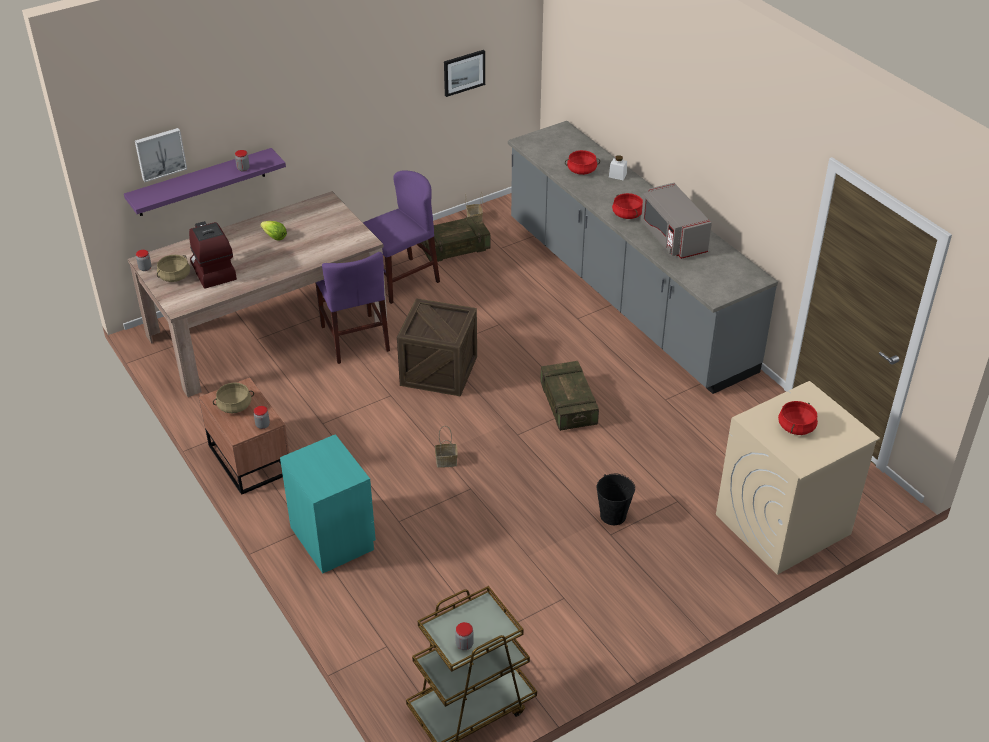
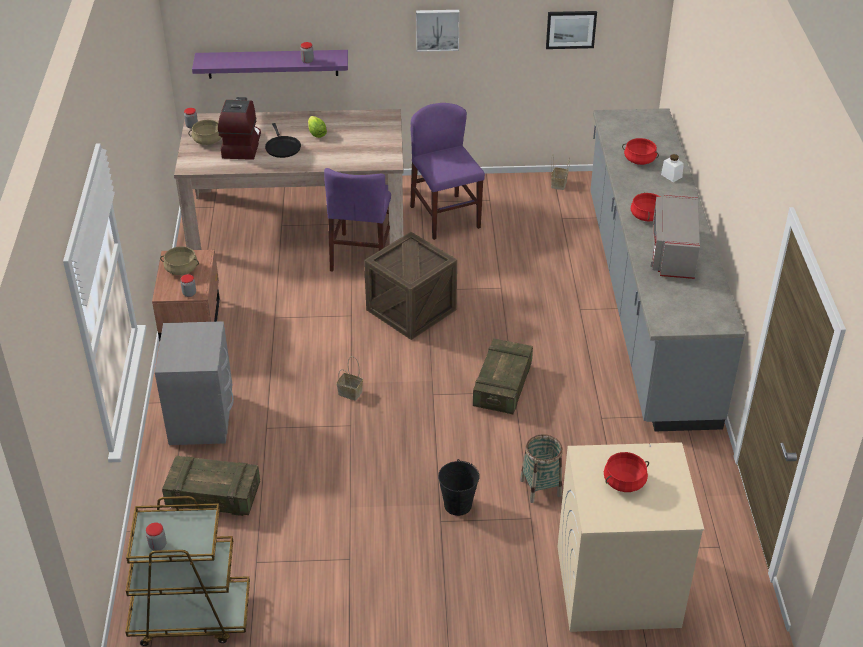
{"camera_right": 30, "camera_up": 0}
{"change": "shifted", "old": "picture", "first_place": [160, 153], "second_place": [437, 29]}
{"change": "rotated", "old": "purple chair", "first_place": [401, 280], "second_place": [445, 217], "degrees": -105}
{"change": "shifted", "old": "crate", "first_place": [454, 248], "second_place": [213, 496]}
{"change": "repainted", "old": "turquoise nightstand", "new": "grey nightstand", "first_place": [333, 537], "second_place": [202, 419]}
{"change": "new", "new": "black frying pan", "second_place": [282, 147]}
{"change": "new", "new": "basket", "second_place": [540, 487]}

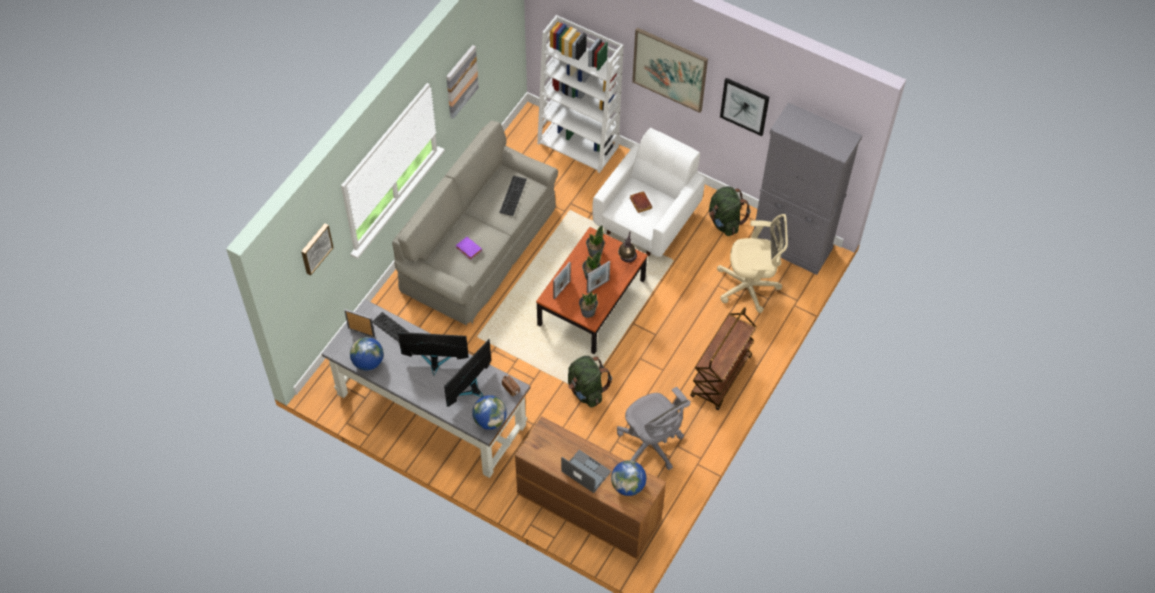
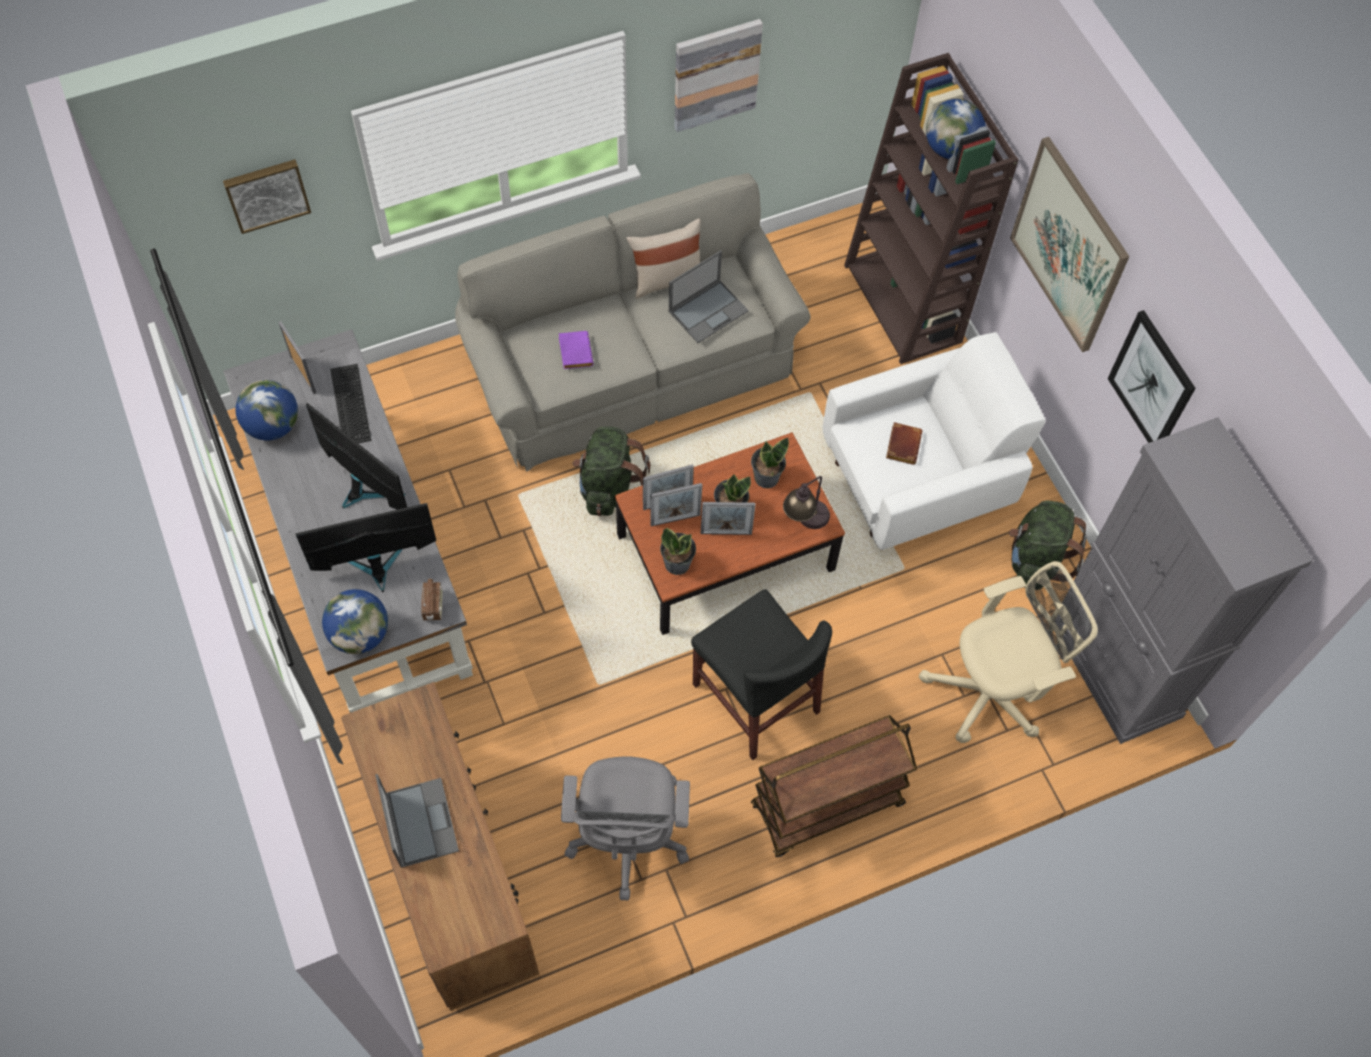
{"camera_right": 35, "camera_up": 5}
{"change": "repainted", "old": "white bookcase", "new": "brown bookcase", "first_place": [579, 145], "second_place": [904, 304]}
{"change": "swapped", "old": "keyboard", "new": "laptop", "first_place": [512, 195], "second_place": [708, 311]}
{"change": "rotated", "old": "beige office chair", "first_place": [750, 287], "second_place": [992, 691], "degrees": -60}
{"change": "shifted", "old": "green backpack", "first_place": [586, 390], "second_place": [609, 487]}
{"change": "shifted", "old": "globe", "first_place": [628, 485], "second_place": [950, 149]}
{"change": "new", "new": "beige pillow", "second_place": [666, 279]}
{"change": "new", "new": "picture frame", "second_place": [675, 519]}
{"change": "new", "new": "black chair", "second_place": [755, 698]}

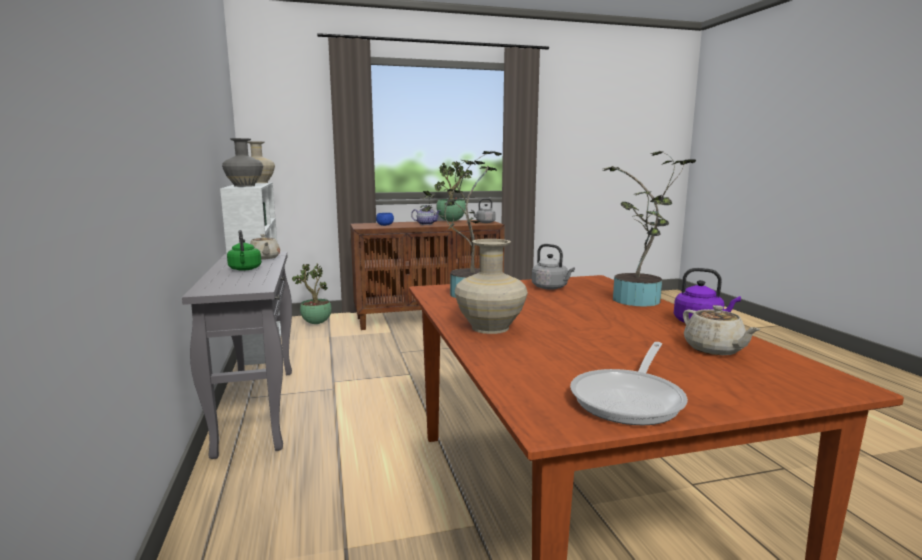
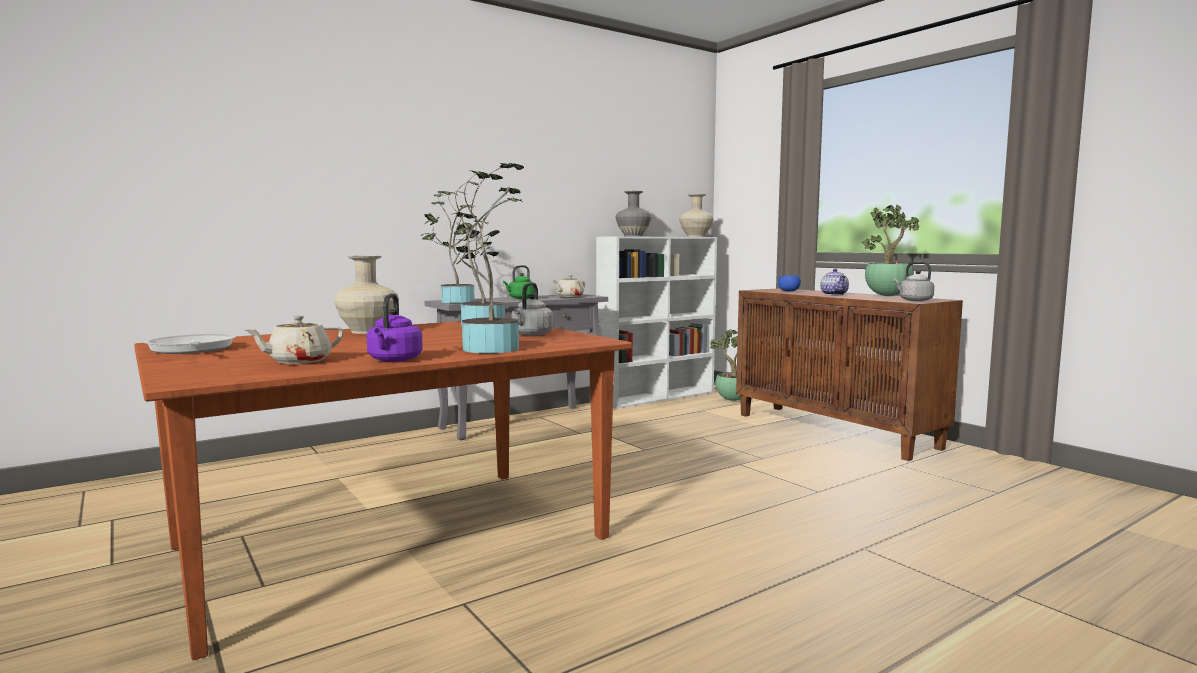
{"camera_right": 70, "camera_up": -5}
{"change": "rotated", "old": "frying pan", "first_place": [630, 399], "second_place": [191, 350], "degrees": 45}
{"change": "new", "new": "potted plant", "second_place": [459, 301]}

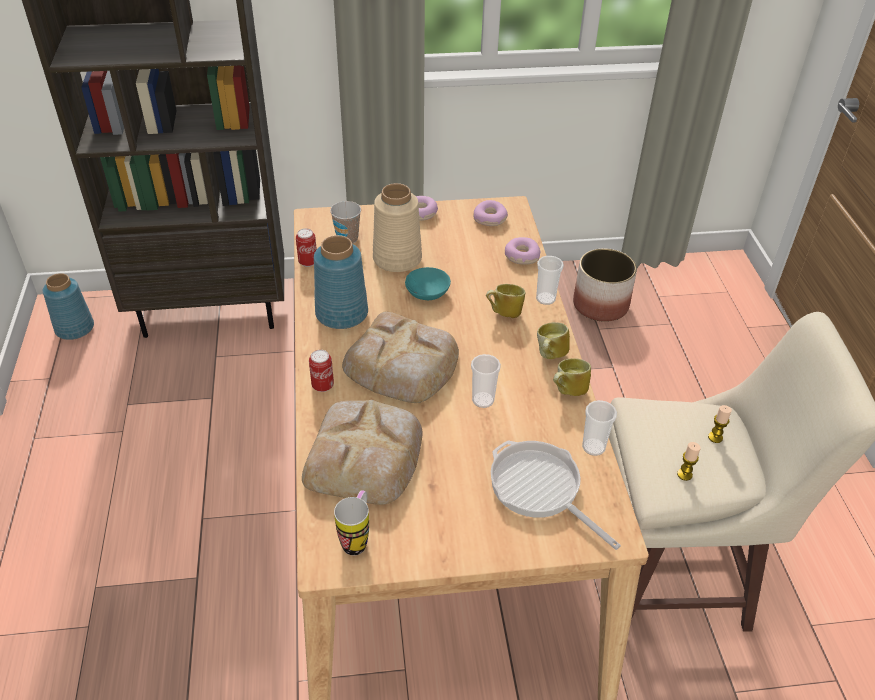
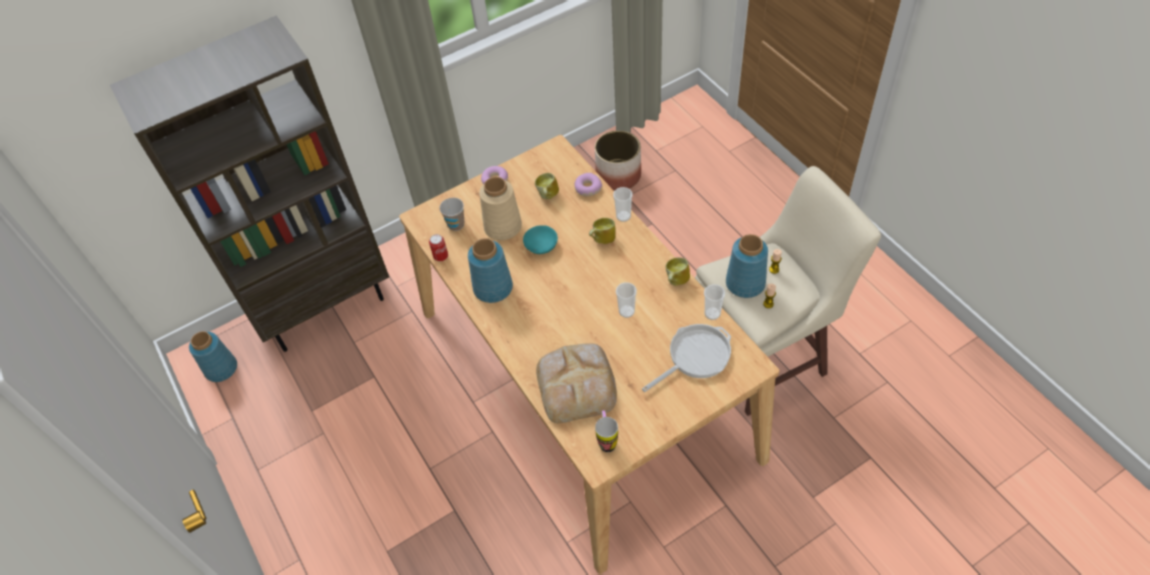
{"camera_right": -20, "camera_up": 10}
{"change": "gone", "old": "donut", "first_place": [490, 218]}
{"change": "gone", "old": "bread", "first_place": [402, 365]}
{"change": "shifted", "old": "mug", "first_place": [549, 355], "second_place": [547, 196]}
{"change": "gone", "old": "can", "first_place": [322, 386]}
{"change": "rotated", "old": "frying pan", "first_place": [539, 488], "second_place": [695, 356], "degrees": 120}
{"change": "new", "new": "blue vase", "second_place": [745, 282]}

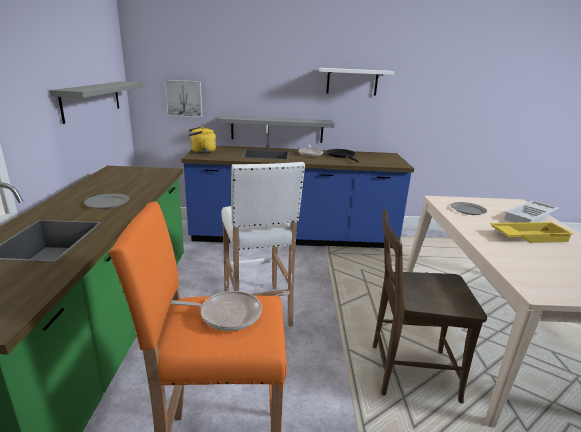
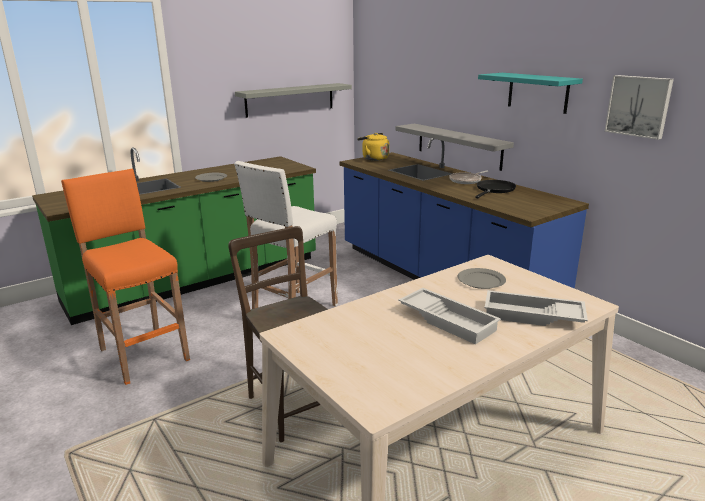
{"camera_right": 55, "camera_up": 0}
{"change": "repainted", "old": "white shelf", "new": "turquoise shelf", "first_place": [352, 81], "second_place": [538, 92]}
{"change": "shifted", "old": "picture", "first_place": [184, 98], "second_place": [639, 106]}
{"change": "repainted", "old": "yellow tray", "new": "white tray", "first_place": [528, 236], "second_place": [448, 320]}
{"change": "gone", "old": "frying pan", "first_place": [227, 314]}

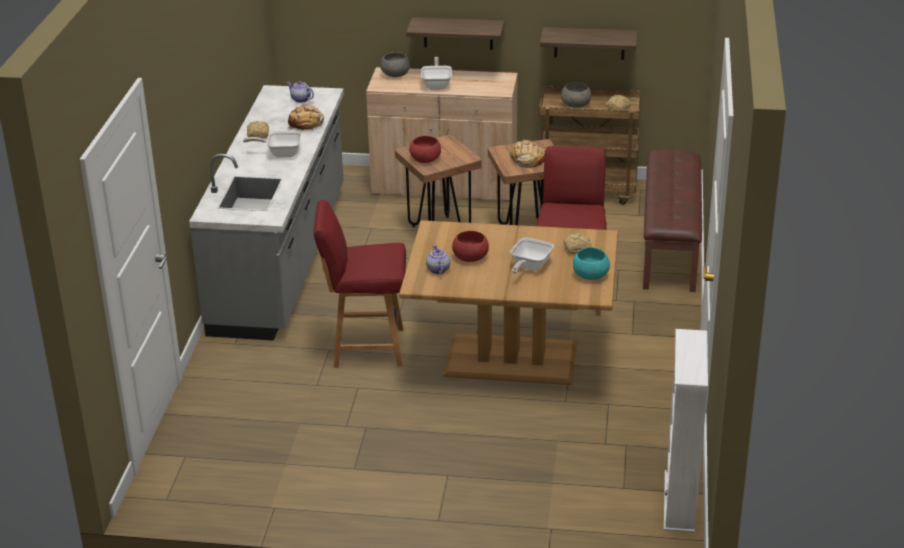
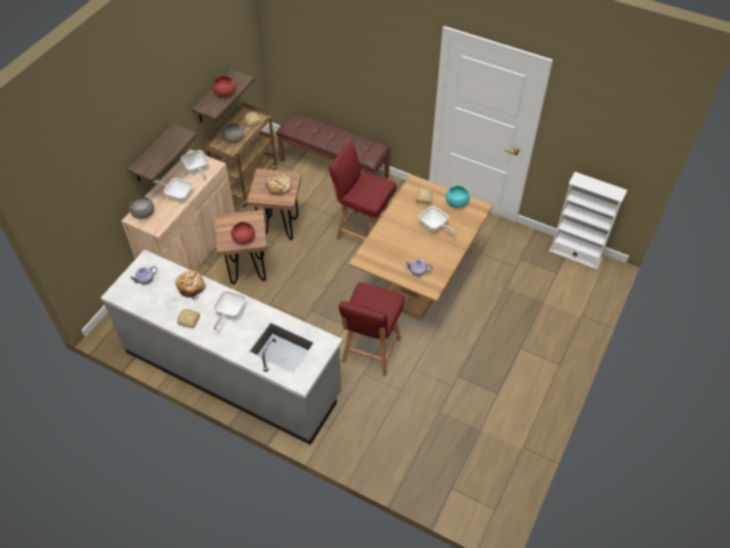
{"camera_right": -70, "camera_up": 20}
{"change": "shifted", "old": "red bowl", "first_place": [471, 257], "second_place": [224, 93]}
{"change": "new", "new": "frying pan", "second_place": [197, 170]}

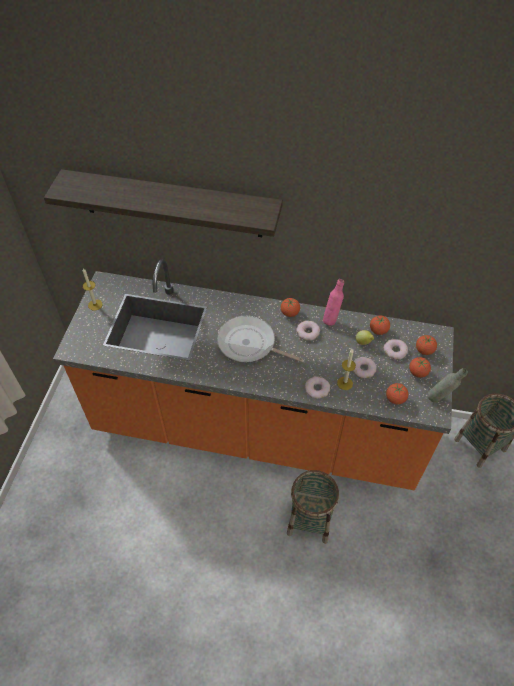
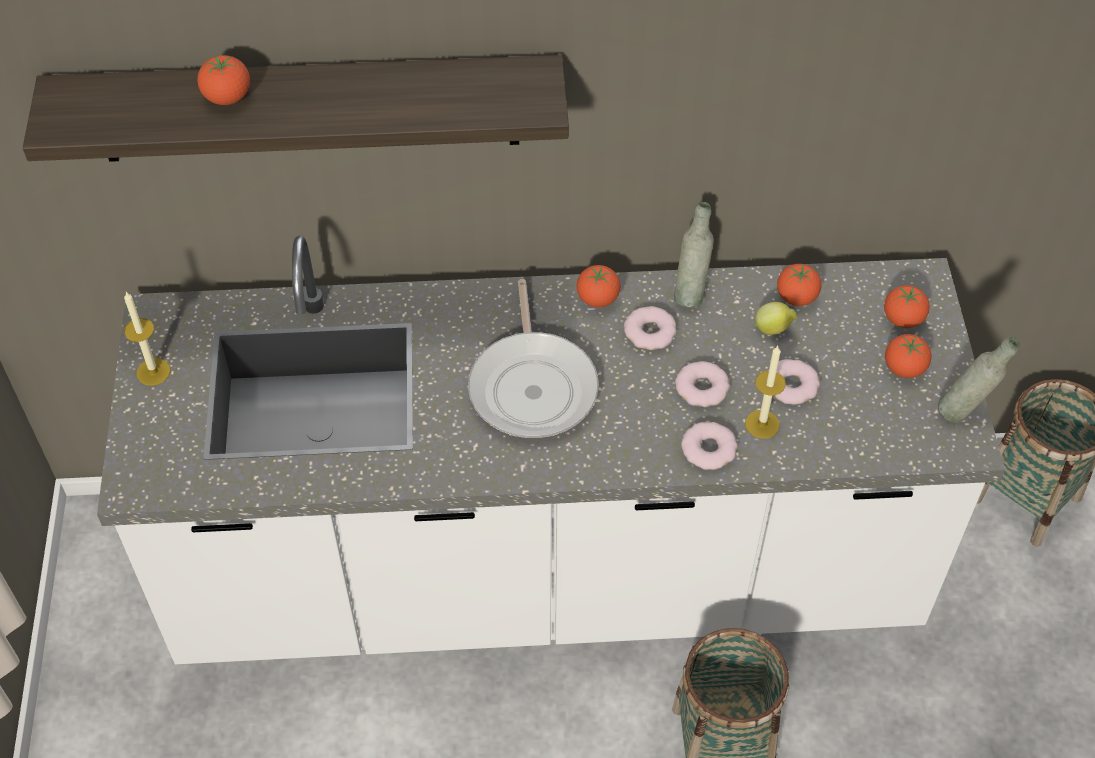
{"camera_right": -15, "camera_up": 0}
{"change": "repainted", "old": "orange counter", "new": "white counter", "first_place": [257, 429], "second_place": [547, 577]}
{"change": "repainted", "old": "pink bottle", "new": "grey bottle", "first_place": [331, 319], "second_place": [690, 293]}
{"change": "rotated", "old": "frying pan", "first_place": [249, 344], "second_place": [533, 385], "degrees": -105}
{"change": "shifted", "old": "donut", "first_place": [395, 351], "second_place": [702, 388]}
{"change": "shifted", "old": "tomato", "first_place": [395, 399], "second_place": [227, 97]}

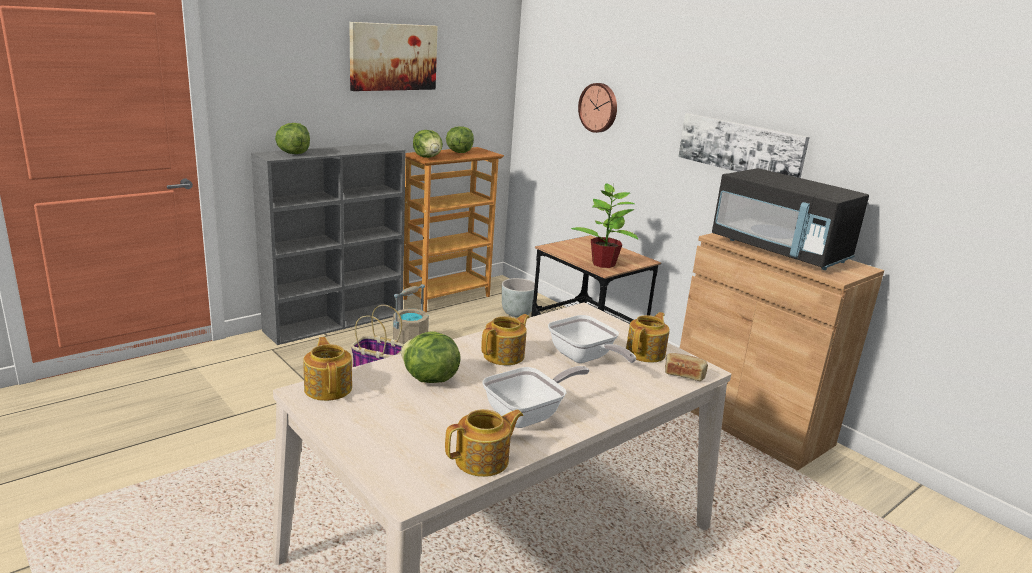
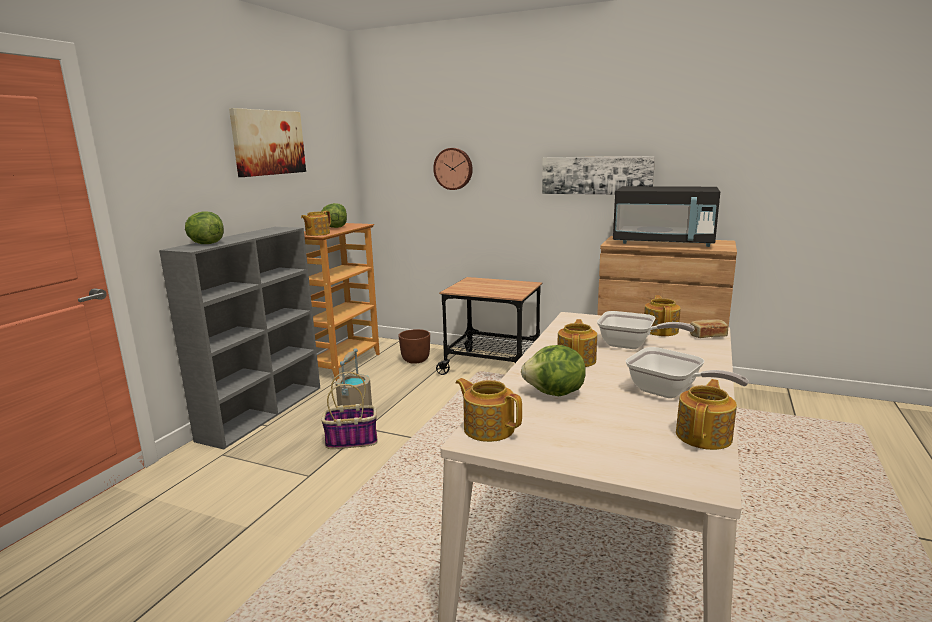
{"camera_right": -25, "camera_up": -5}
{"change": "swapped", "old": "lettuce", "new": "teapot", "first_place": [428, 157], "second_place": [317, 234]}
{"change": "gone", "old": "potted plant", "first_place": [603, 264]}
{"change": "repainted", "old": "grey planter", "new": "brown planter", "first_place": [517, 313], "second_place": [415, 360]}
{"change": "rotated", "old": "frying pan", "first_place": [529, 414], "second_place": [670, 393], "degrees": 105}

